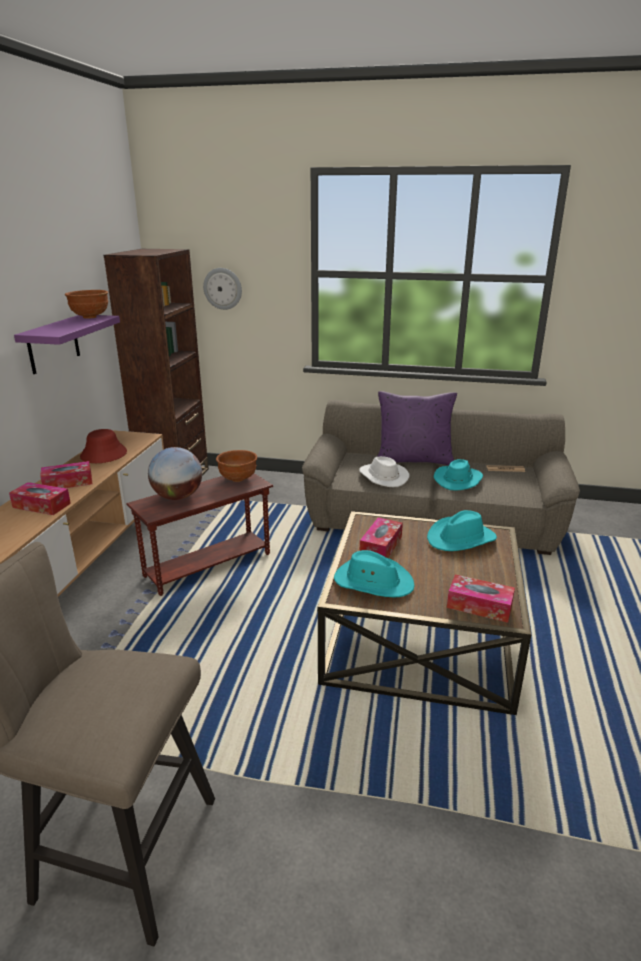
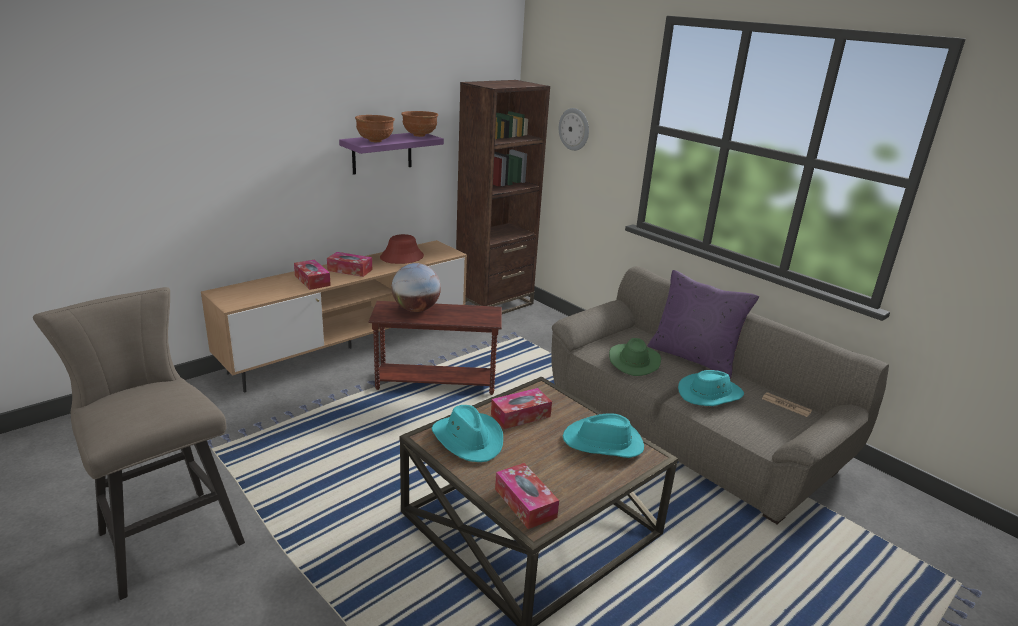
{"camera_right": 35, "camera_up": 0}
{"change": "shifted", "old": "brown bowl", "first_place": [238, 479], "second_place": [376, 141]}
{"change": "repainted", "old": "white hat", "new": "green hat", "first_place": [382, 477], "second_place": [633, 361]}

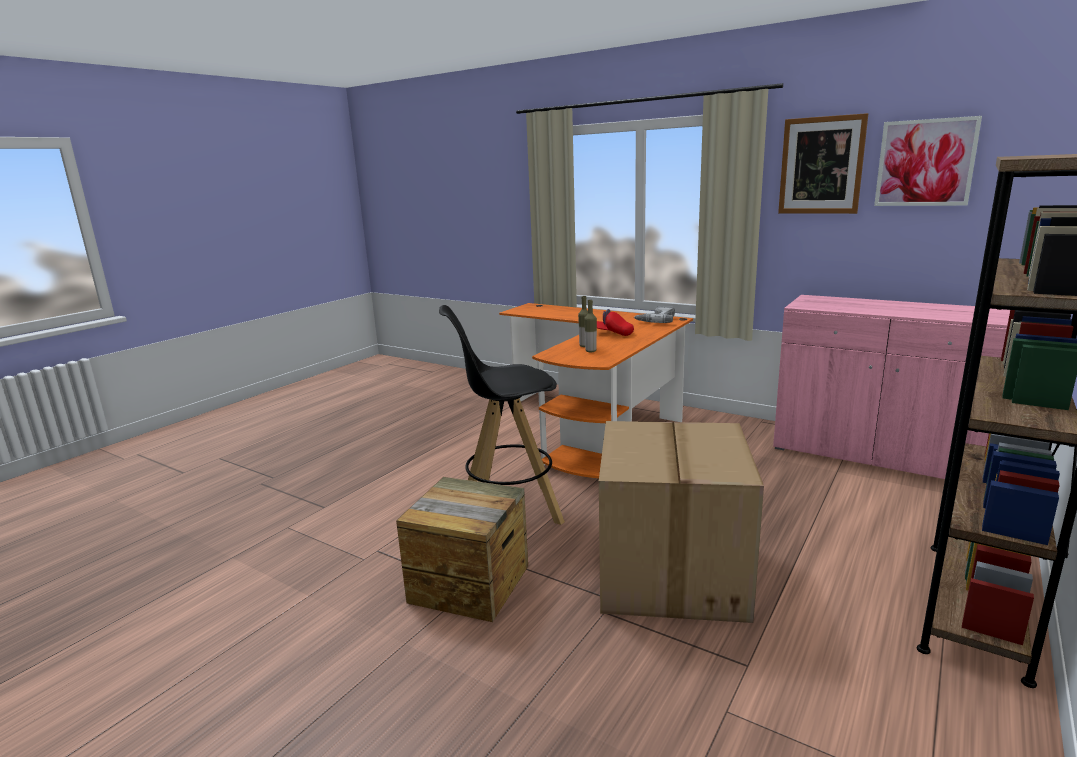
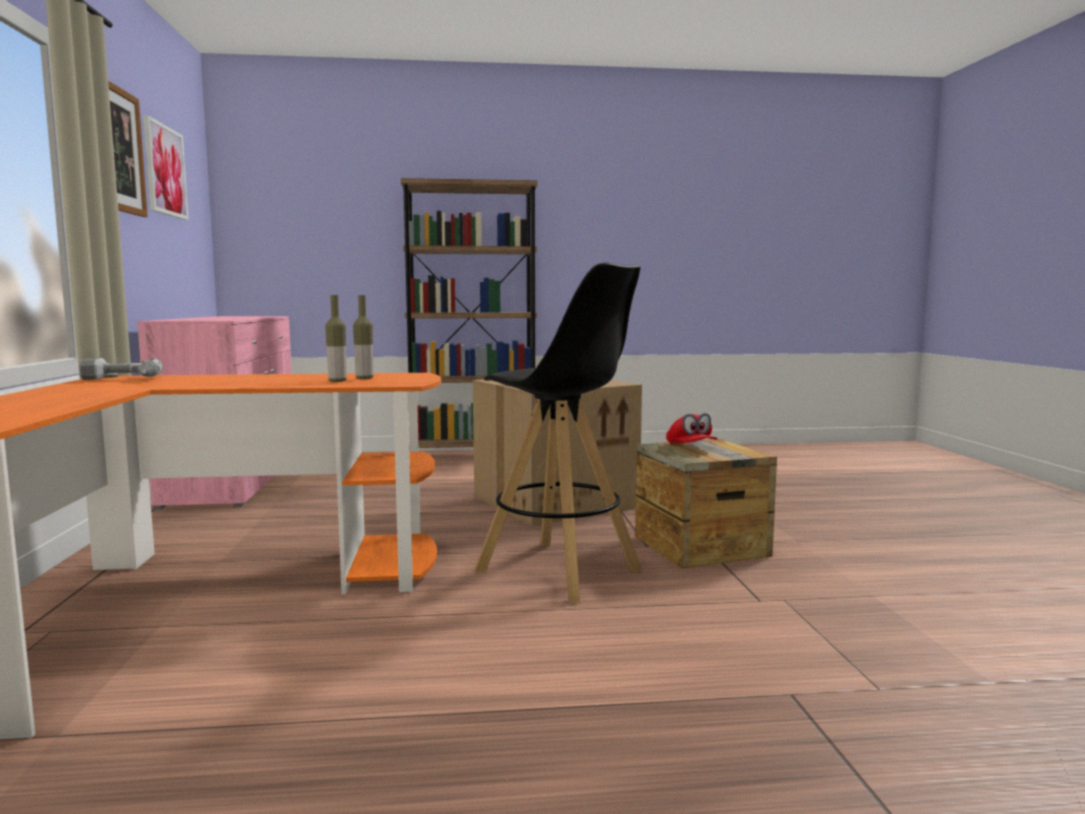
{"camera_right": -130, "camera_up": -10}
{"change": "shifted", "old": "red cap", "first_place": [613, 333], "second_place": [691, 448]}

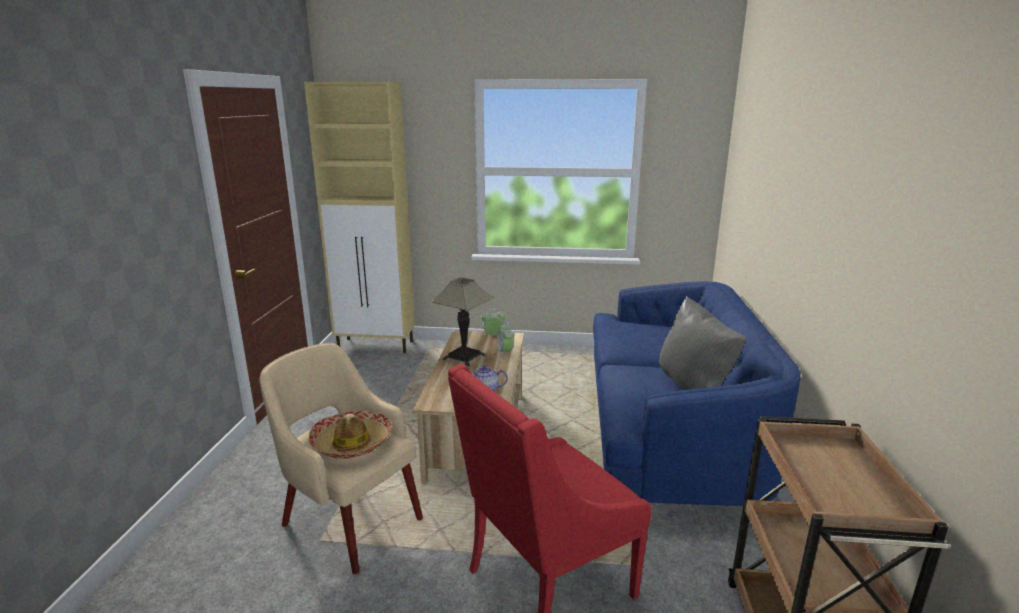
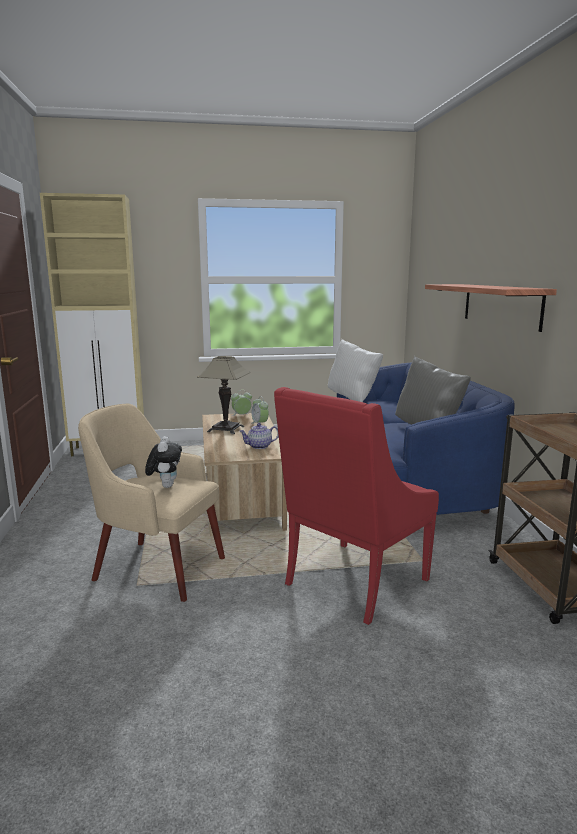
{"camera_right": -15, "camera_up": -5}
{"change": "swapped", "old": "hat", "new": "plush toy", "first_place": [352, 443], "second_place": [165, 485]}
{"change": "new", "new": "shelf", "second_place": [501, 305]}
{"change": "new", "new": "white pillow", "second_place": [353, 398]}

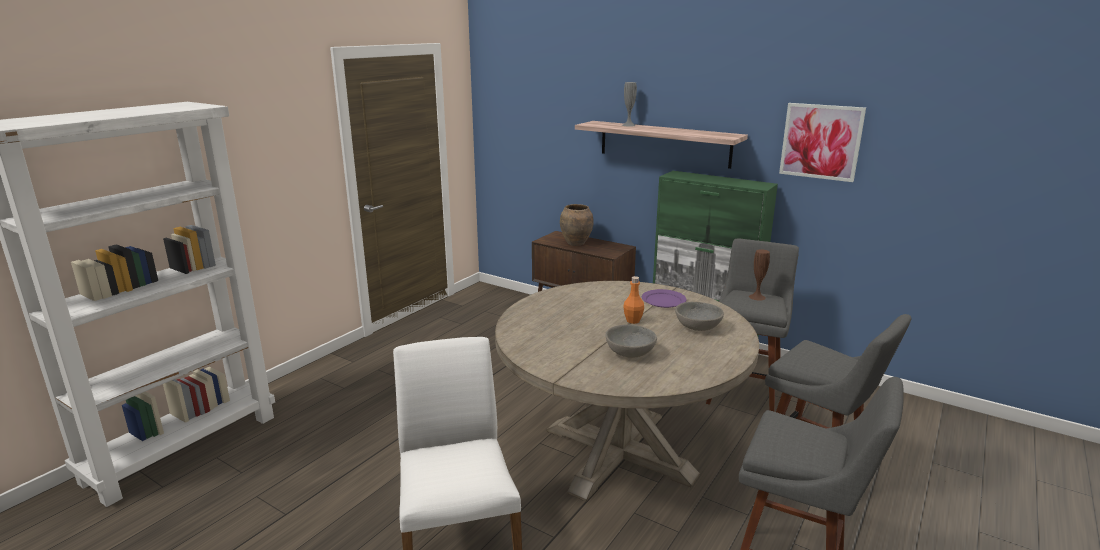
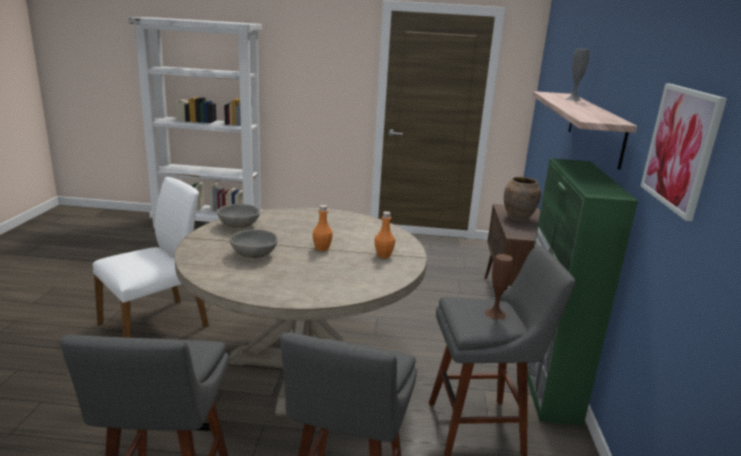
{"camera_right": 60, "camera_up": 0}
{"change": "swapped", "old": "purple plate", "new": "orange bottle", "first_place": [664, 300], "second_place": [383, 255]}
{"change": "shifted", "old": "grey bowl", "first_place": [698, 327], "second_place": [239, 225]}

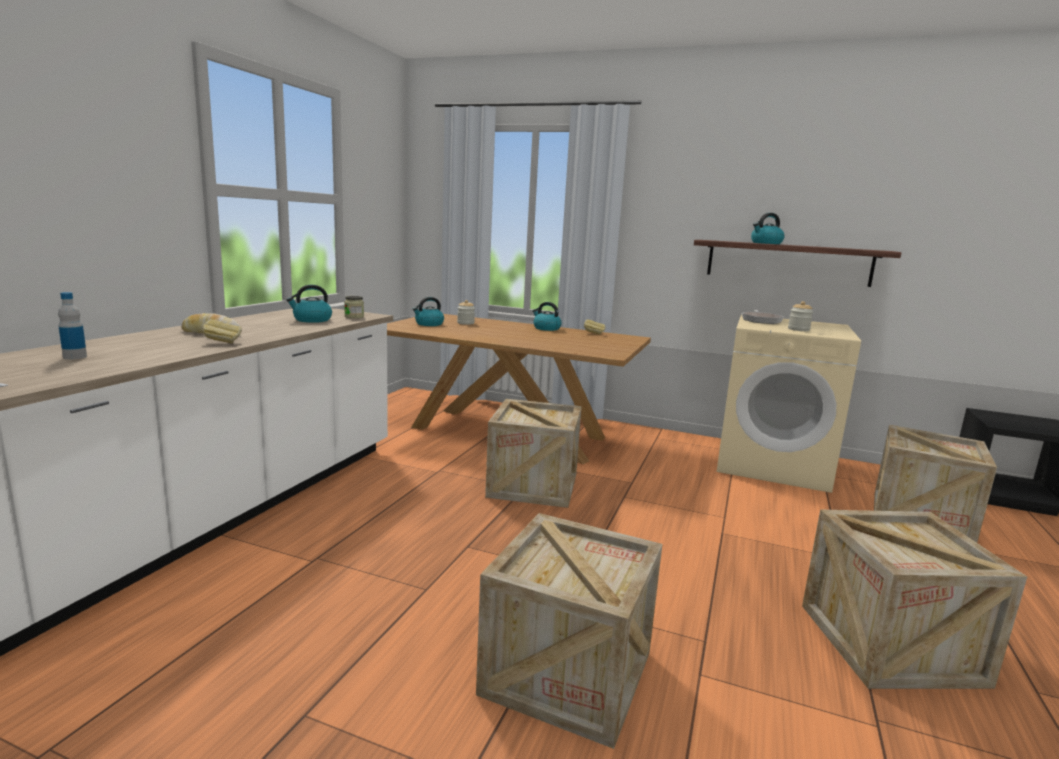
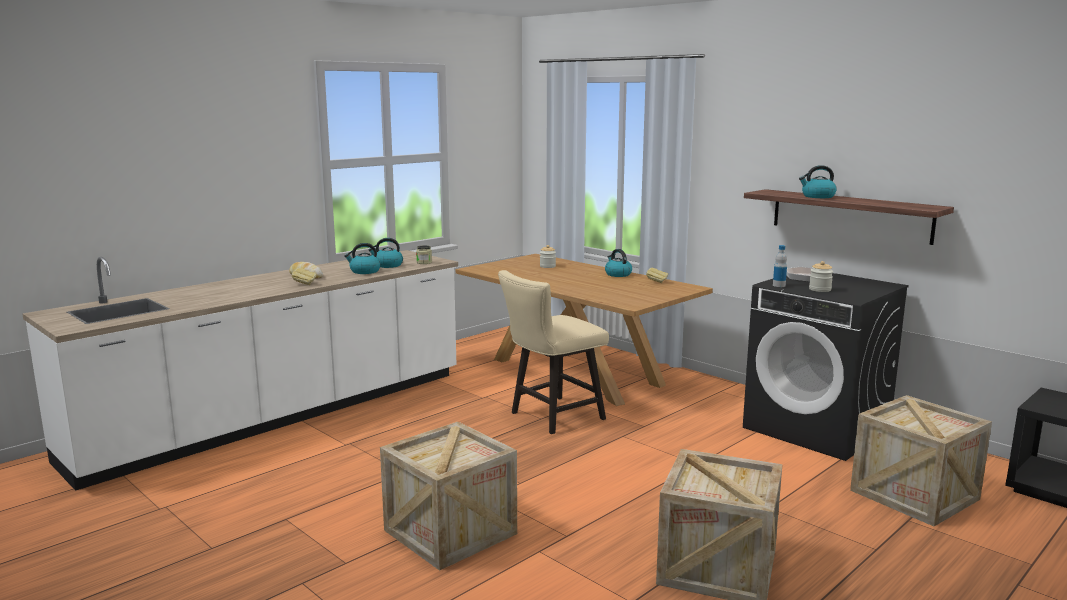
{"camera_right": 25, "camera_up": 0}
{"change": "shifted", "old": "bottle", "first_place": [75, 357], "second_place": [779, 285]}
{"change": "shifted", "old": "kettle", "first_place": [429, 324], "second_place": [364, 271]}
{"change": "repainted", "old": "beige washing machine", "new": "black washing machine", "first_place": [773, 464], "second_place": [817, 429]}
{"change": "swapped", "old": "crate", "new": "beige chair", "first_place": [533, 485], "second_place": [551, 417]}

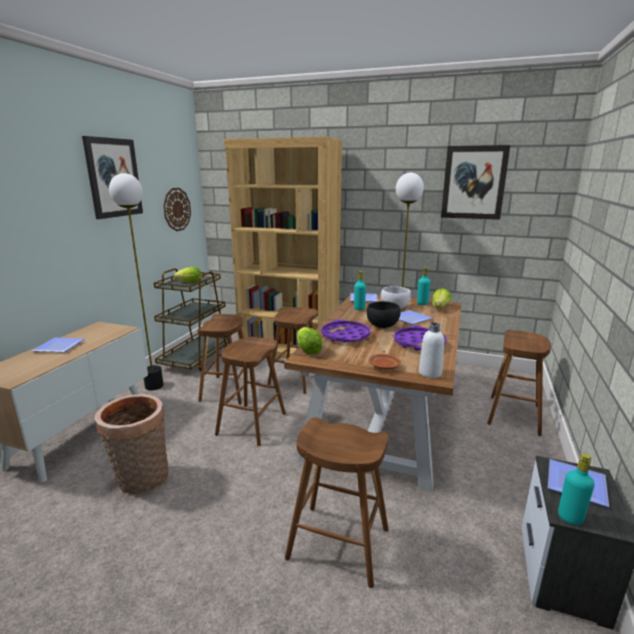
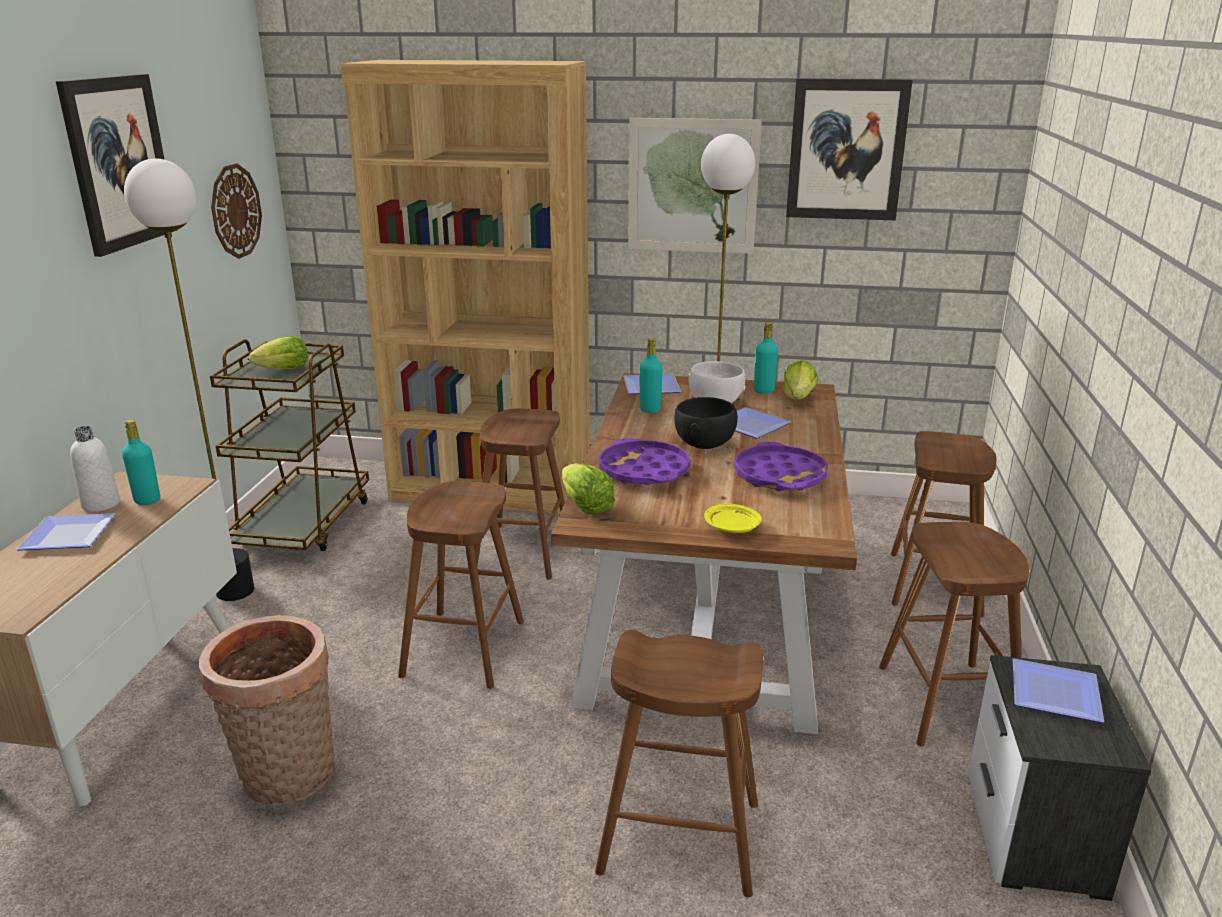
{"camera_right": -10, "camera_up": 5}
{"change": "shifted", "old": "brown stool", "first_place": [228, 389], "second_place": [946, 702]}
{"change": "shifted", "old": "white bottle", "first_place": [430, 373], "second_place": [101, 504]}
{"change": "repainted", "old": "brown plate", "new": "yellow plate", "first_place": [384, 367], "second_place": [732, 528]}
{"change": "shifted", "old": "turquoise bottle", "first_place": [570, 517], "second_place": [147, 500]}
{"change": "new", "new": "picture", "second_place": [692, 186]}

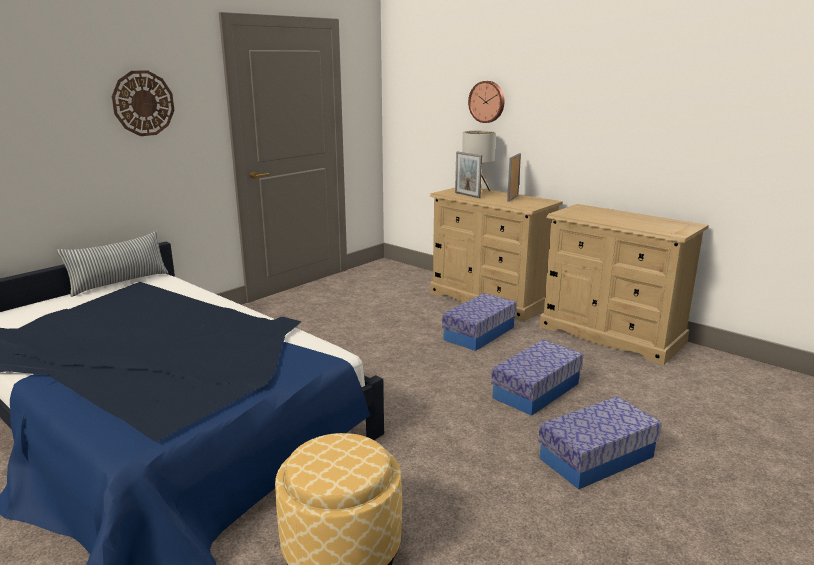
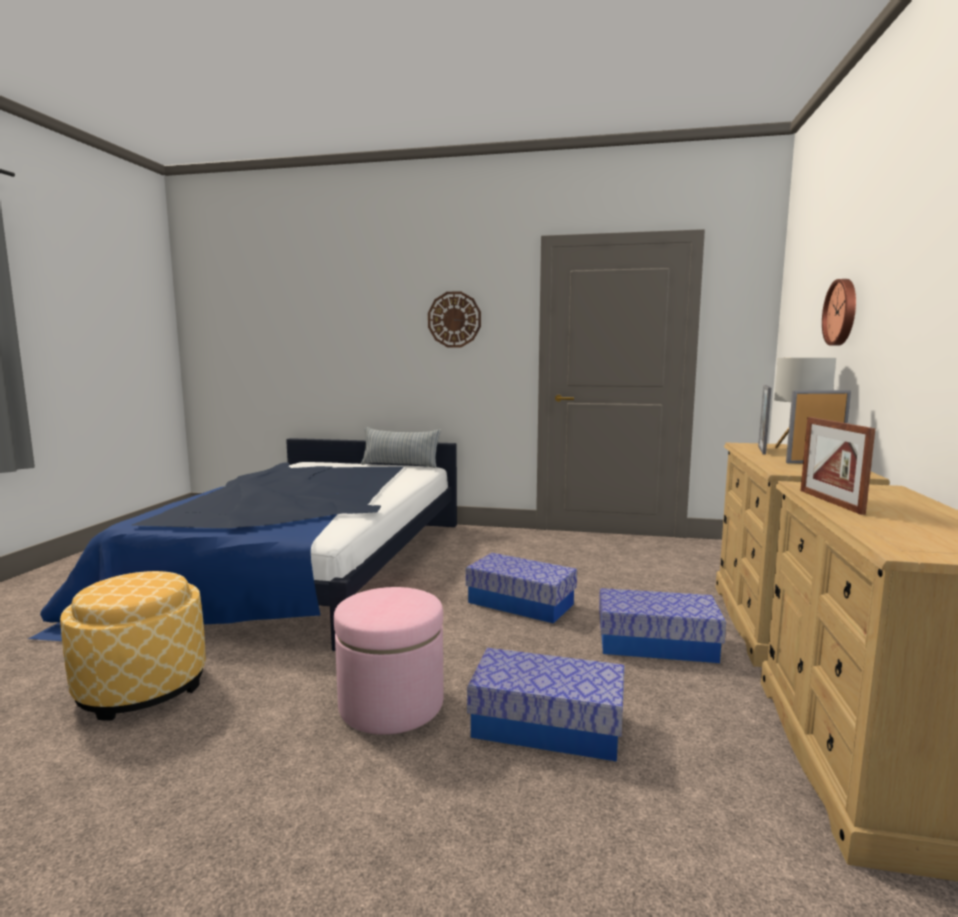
{"camera_right": 60, "camera_up": -10}
{"change": "shifted", "old": "storage box", "first_place": [596, 457], "second_place": [521, 603]}
{"change": "new", "new": "picture frame", "second_place": [830, 501]}
{"change": "new", "new": "pink ottoman", "second_place": [391, 704]}

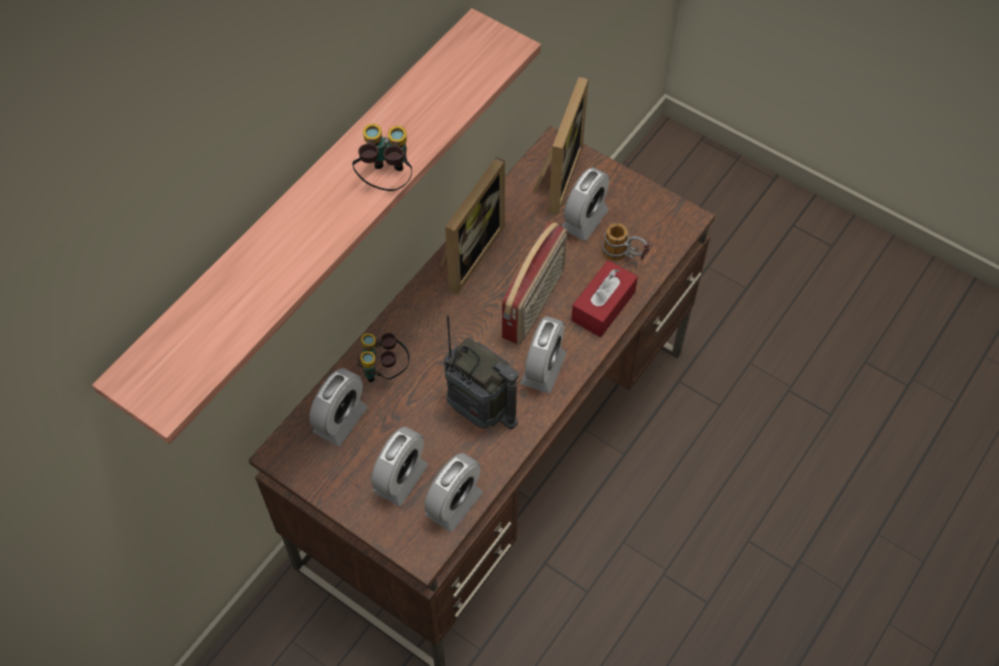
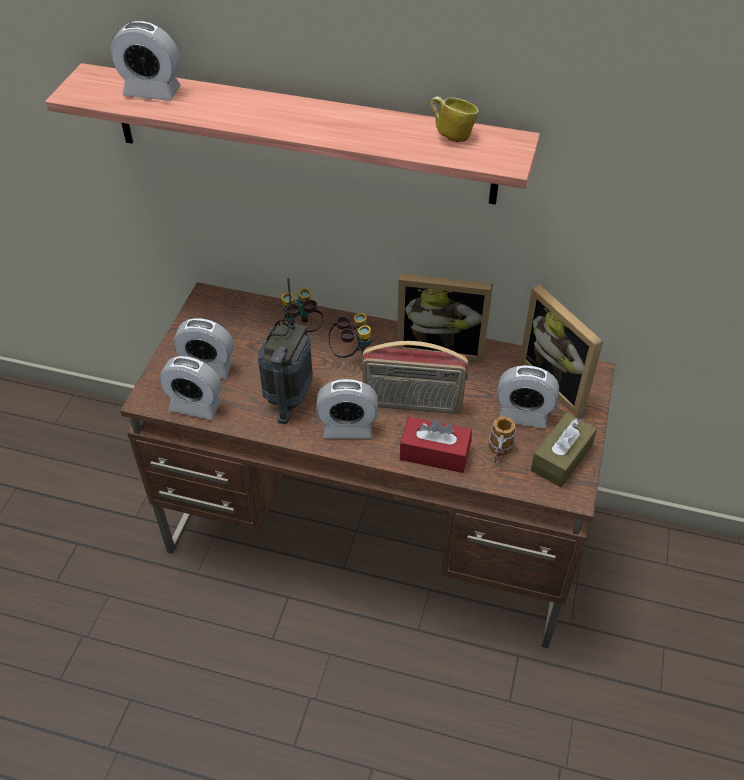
{"camera_right": 70, "camera_up": -10}
{"change": "rotated", "old": "picture frame", "first_place": [555, 176], "second_place": [559, 382], "degrees": 60}
{"change": "shifted", "old": "binoculars", "first_place": [386, 180], "second_place": [351, 354]}
{"change": "shifted", "old": "alarm clock", "first_place": [340, 420], "second_place": [152, 92]}
{"change": "new", "new": "mug", "second_place": [451, 135]}
{"change": "new", "new": "brown tissue box", "second_place": [561, 458]}

